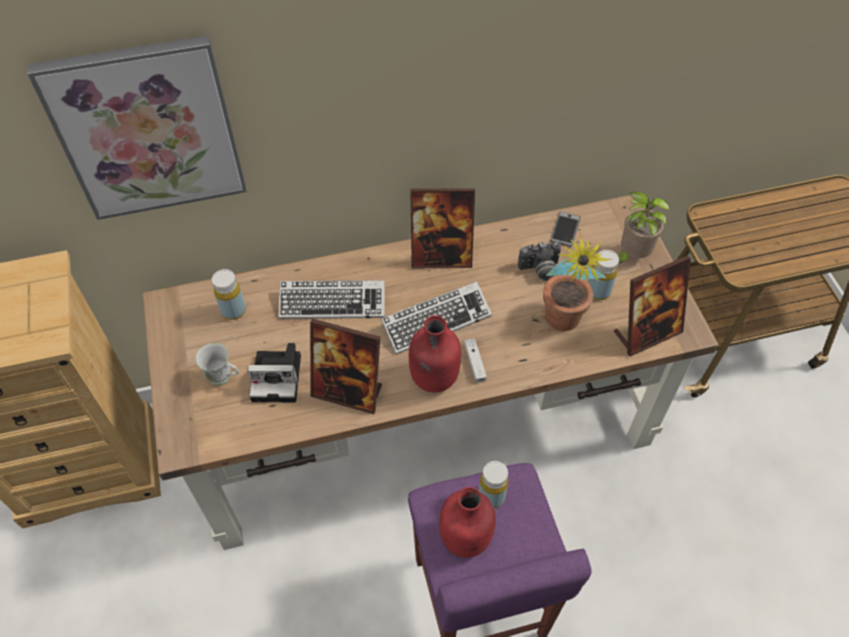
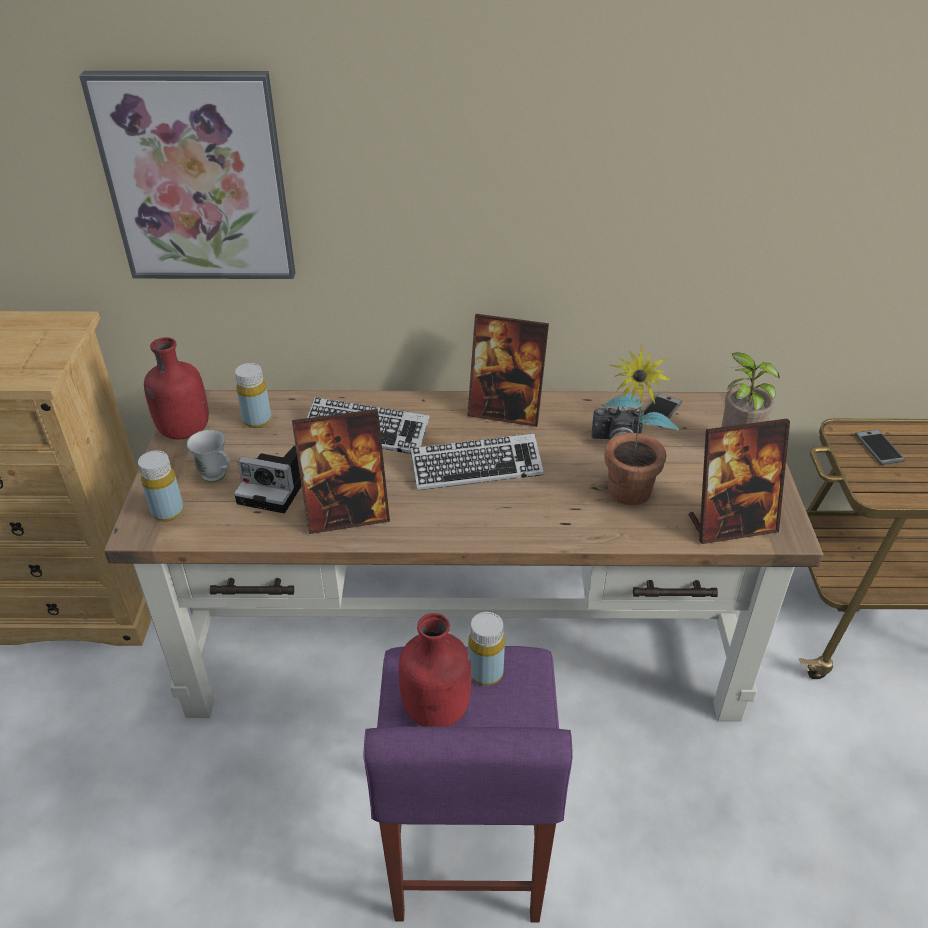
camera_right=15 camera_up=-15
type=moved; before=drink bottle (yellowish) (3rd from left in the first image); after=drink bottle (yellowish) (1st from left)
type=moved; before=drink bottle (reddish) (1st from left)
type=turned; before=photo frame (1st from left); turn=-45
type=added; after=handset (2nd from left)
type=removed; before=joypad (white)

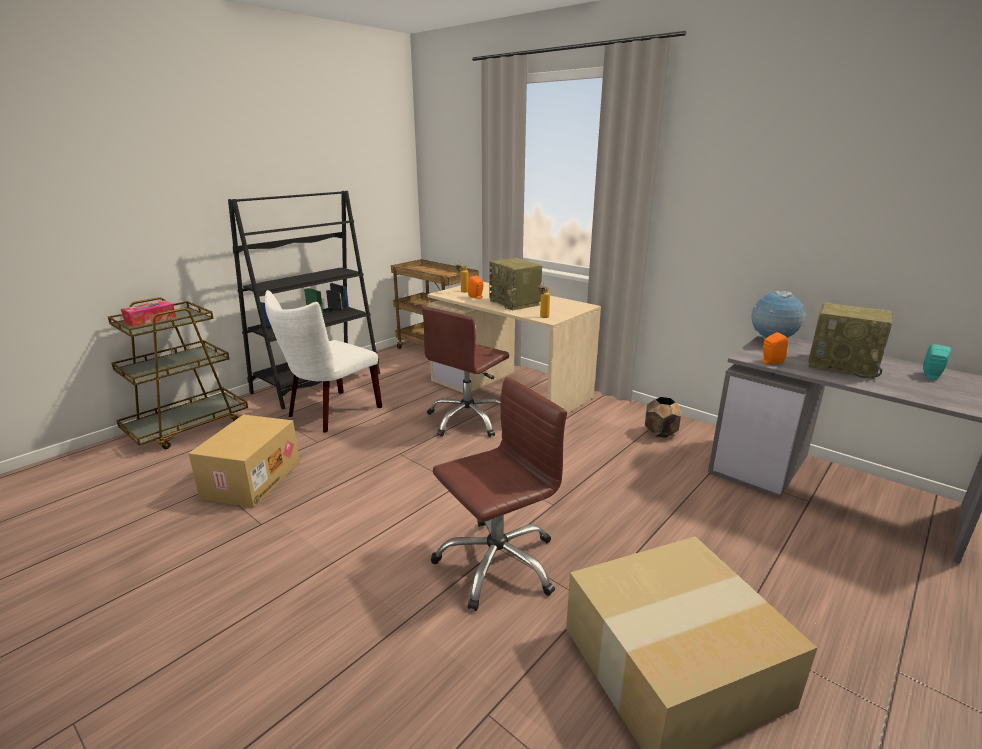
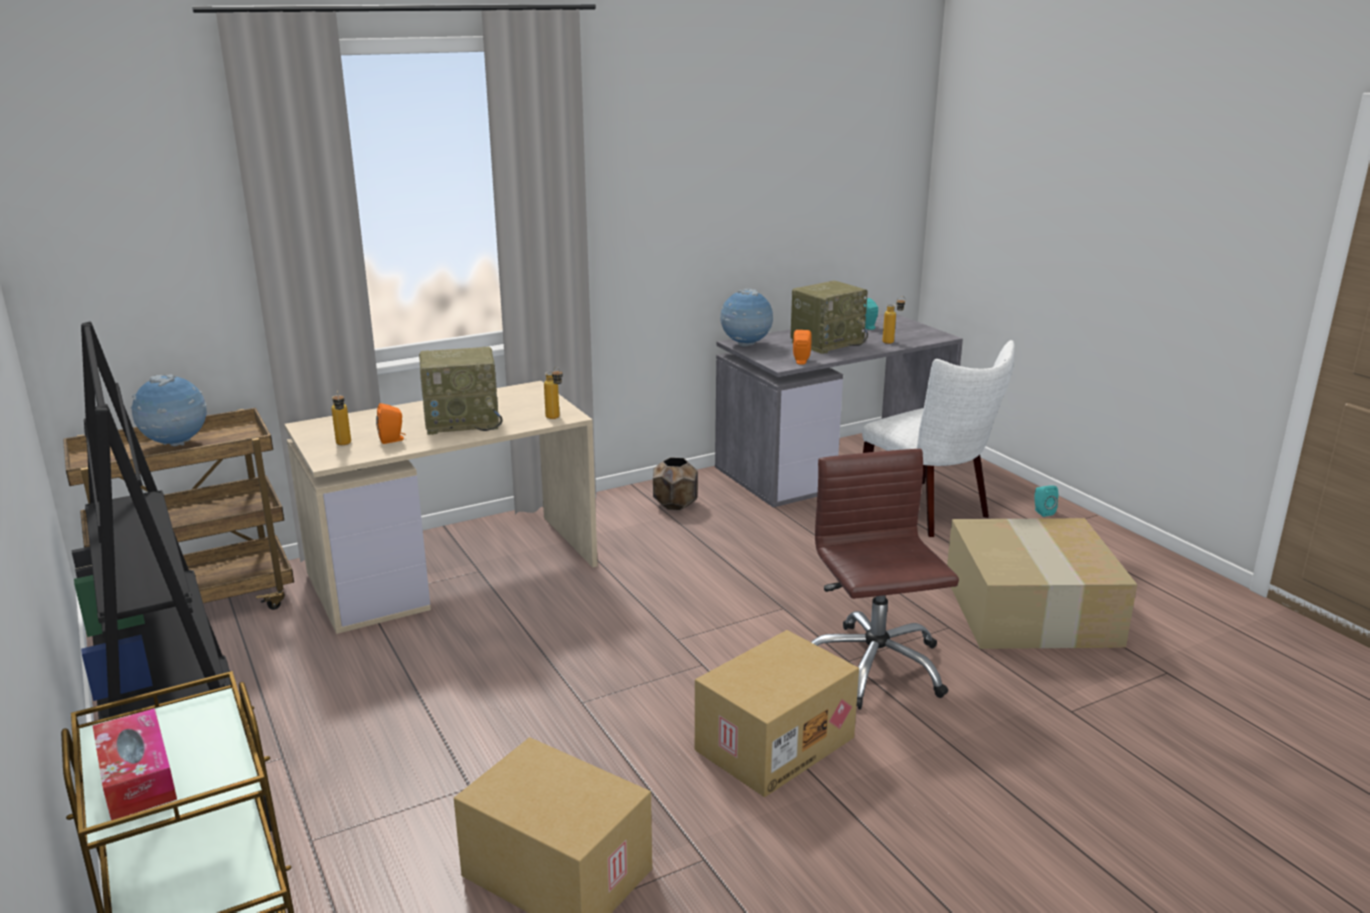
camera_right=-70 camera_up=0
type=added; after=world globe (1st from left)
type=added; after=cardboard box (2nd from left)
type=moved; before=upright chair (white)
type=added; after=drink bottle (3rd from left)
type=added; after=loudspeaker (blue-green) (2nd from left)
type=removed; before=computer chair (brown-coloured) (1st from left)

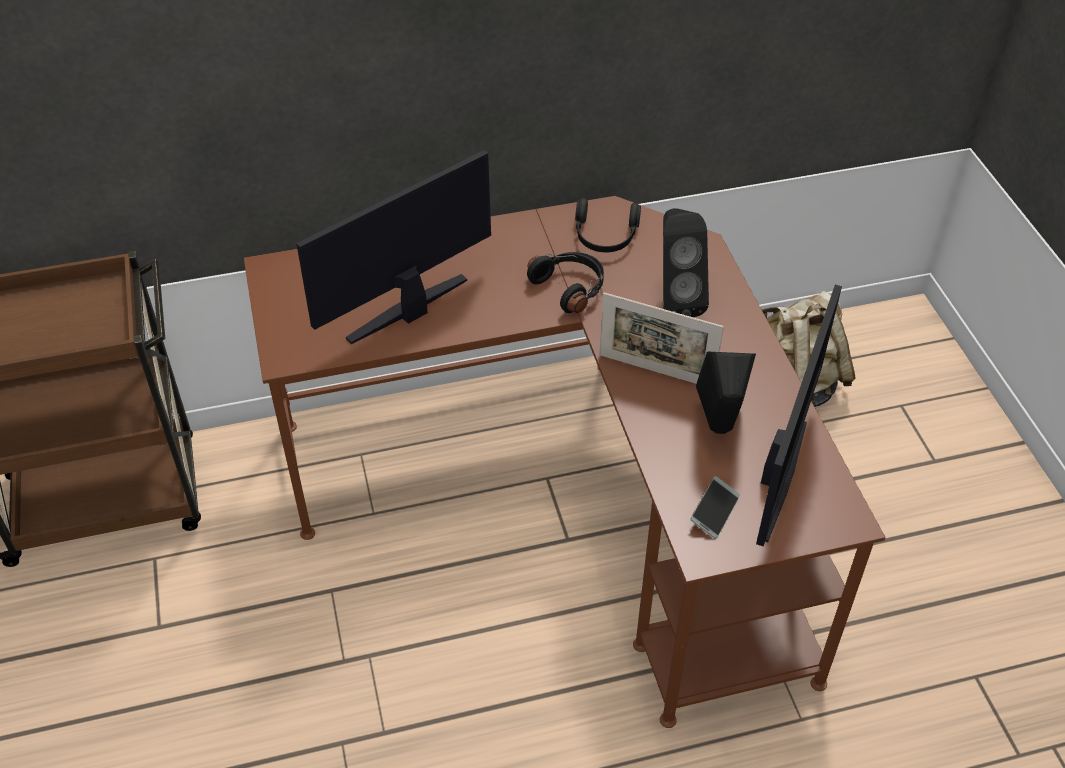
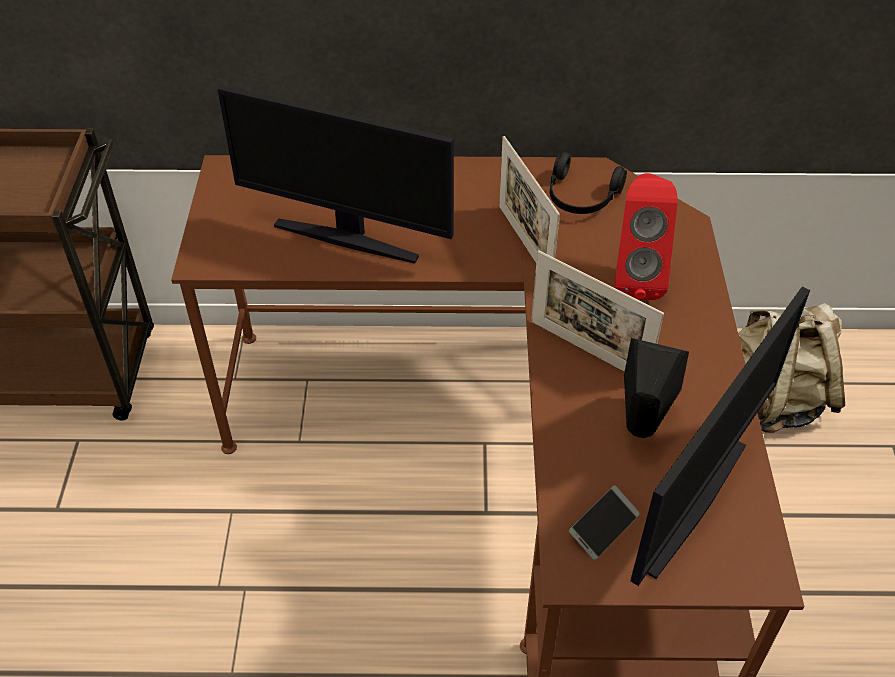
camera_right=15 camera_up=0
type=turned; before=computer display (1st from left); turn=-135
type=replaced; before=headset (black-coloured) (1st from left); after=photo frame (1st from left)
type=recoloured; before=loudspeaker (black-coloured) (1st from left); after=loudspeaker (reddish)

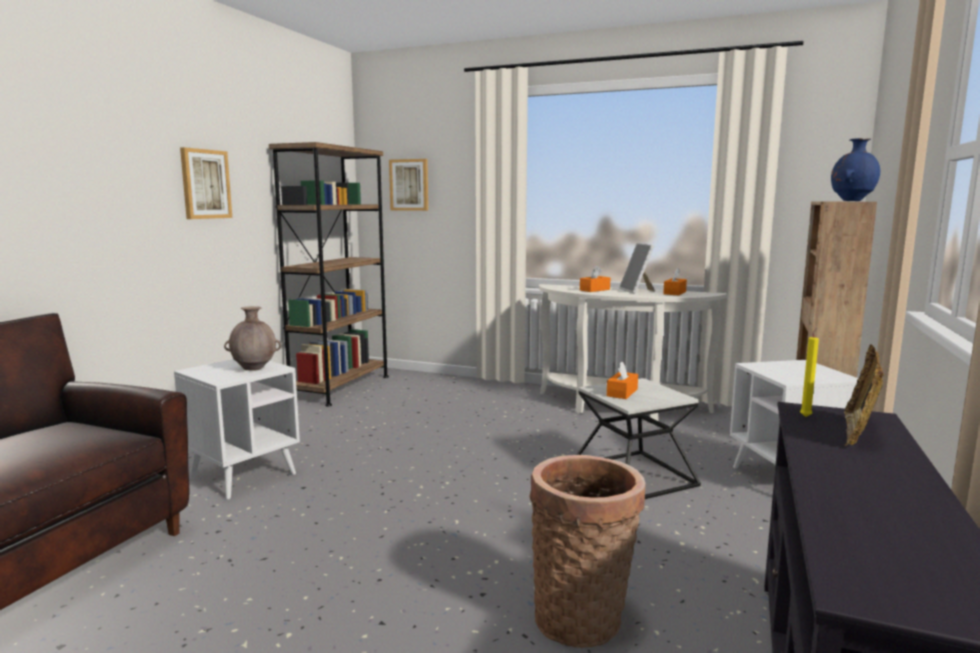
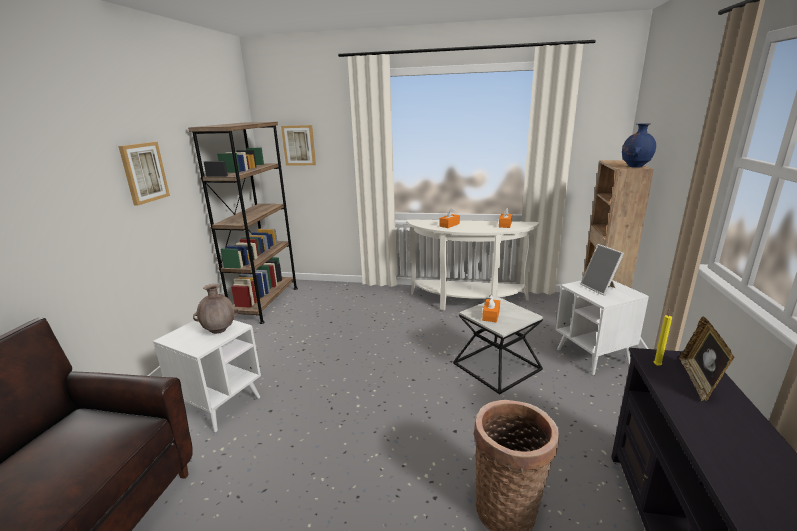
camera_right=-10 camera_up=10
type=moved; before=photo frame (1st from left)

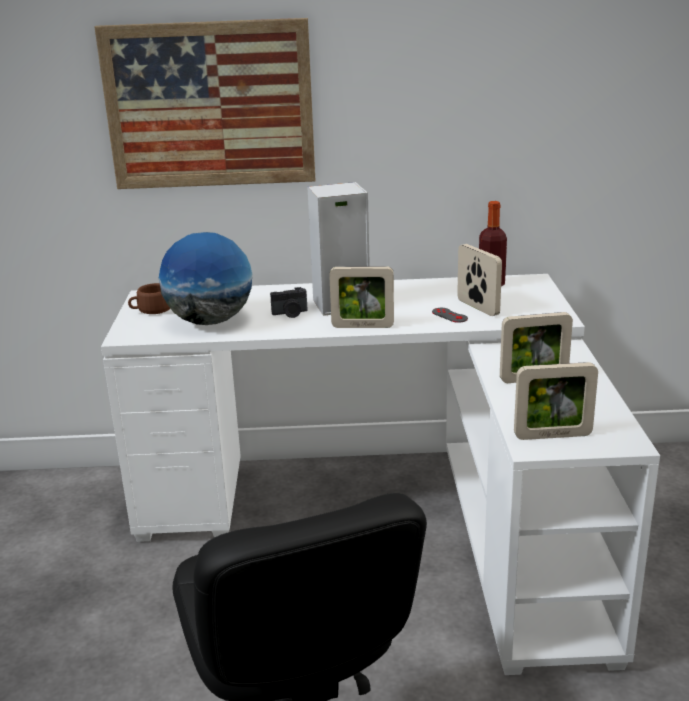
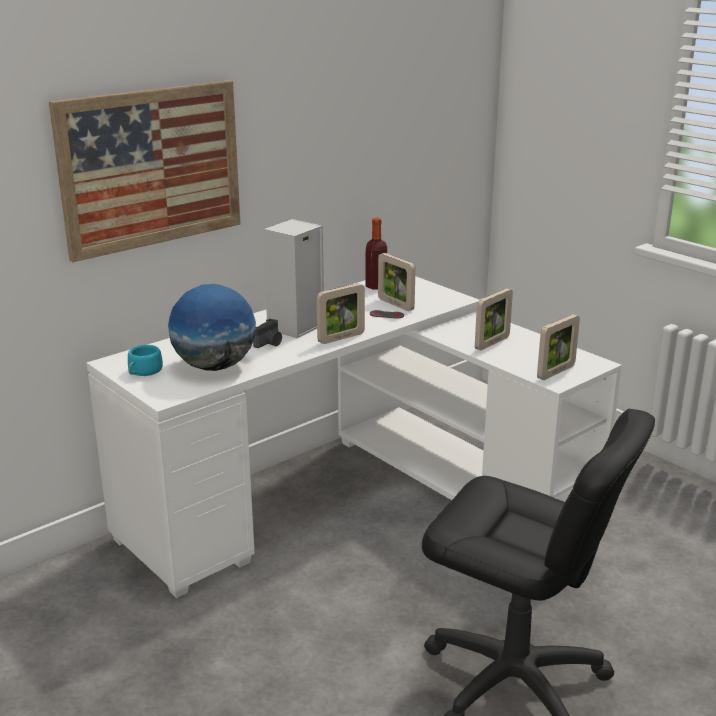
camera_right=-40 camera_up=0
type=recoloured; before=drinking cup (brown-coloured); after=drinking cup (blue-green)
type=turned; before=photo frame (2nd from left); turn=-150

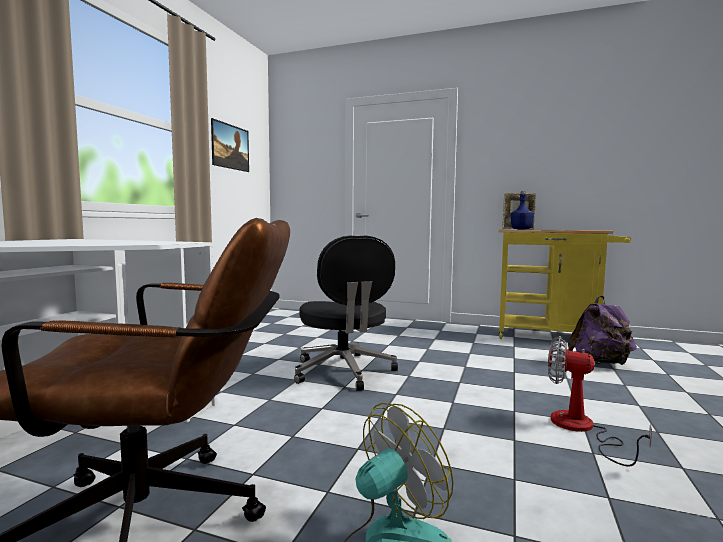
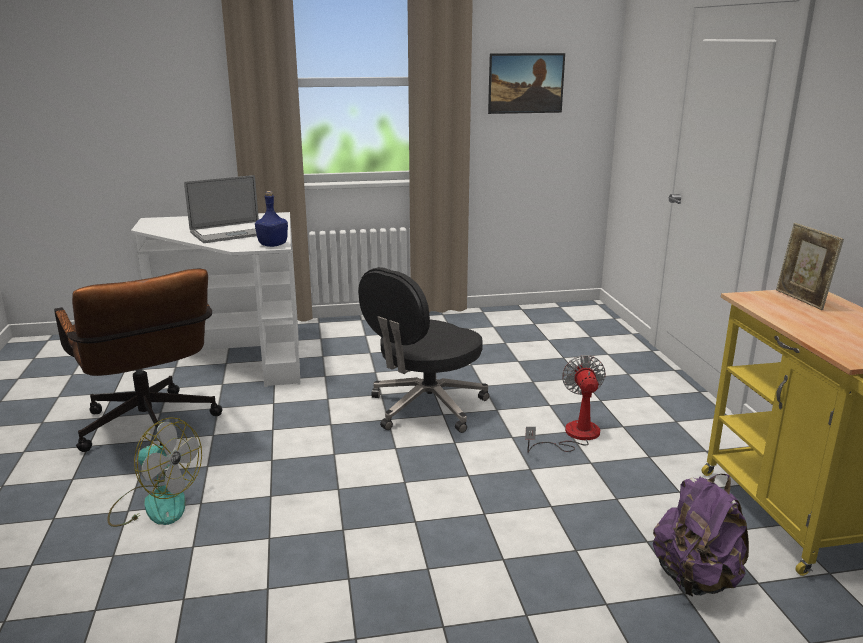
camera_right=60 camera_up=15
type=added; after=portable computer
type=moved; before=drink bottle (bluish)
type=moved; before=cooling fan (2nd from left)

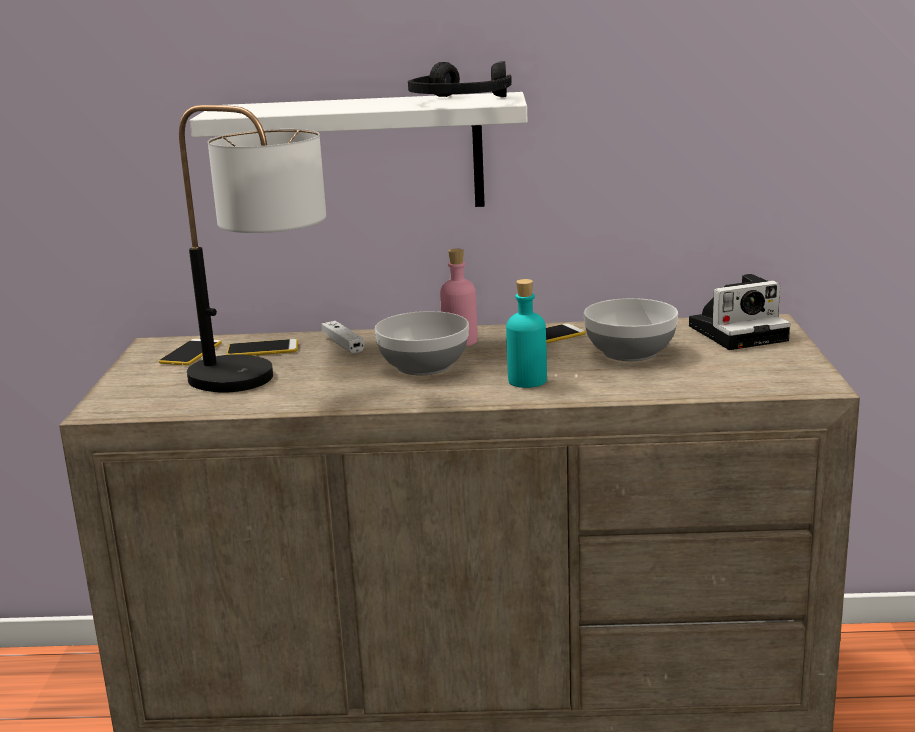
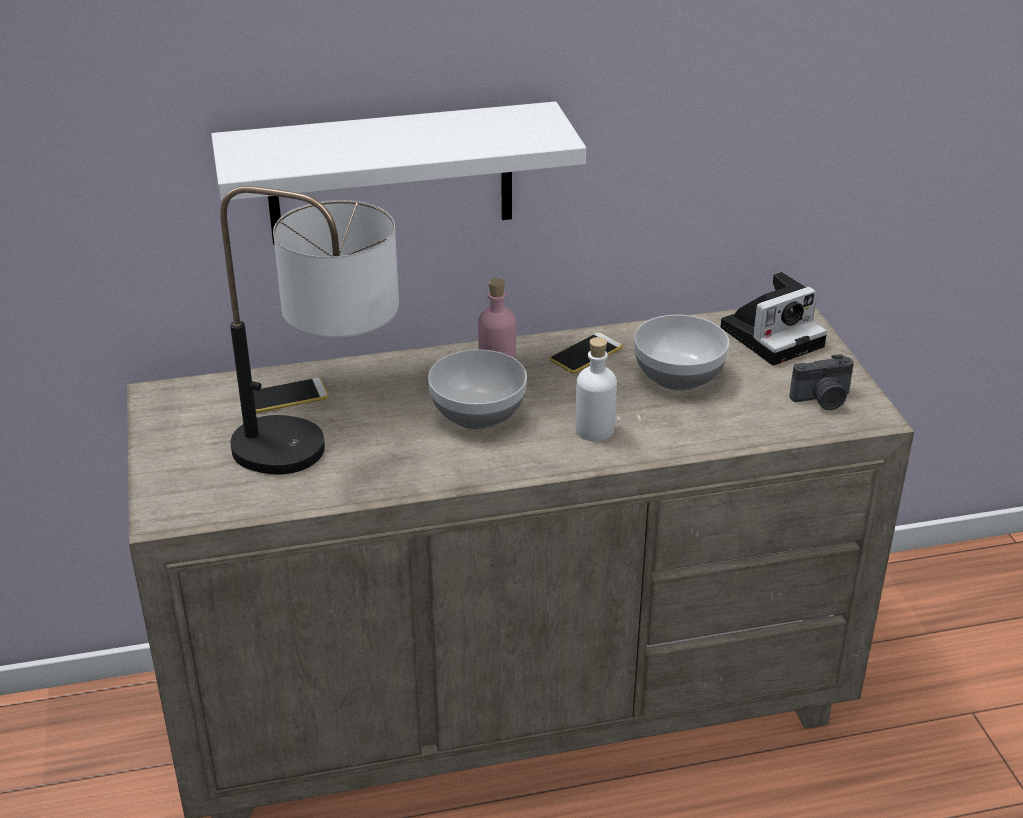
camera_right=-15 camera_up=15
type=recoloured; before=drink bottle (blue-green); after=drink bottle (white)
type=added; after=photo camera (2nd from left)
type=removed; before=handset (1st from left)
type=removed; before=joypad (white)
type=removed; before=headset (black-coloured)

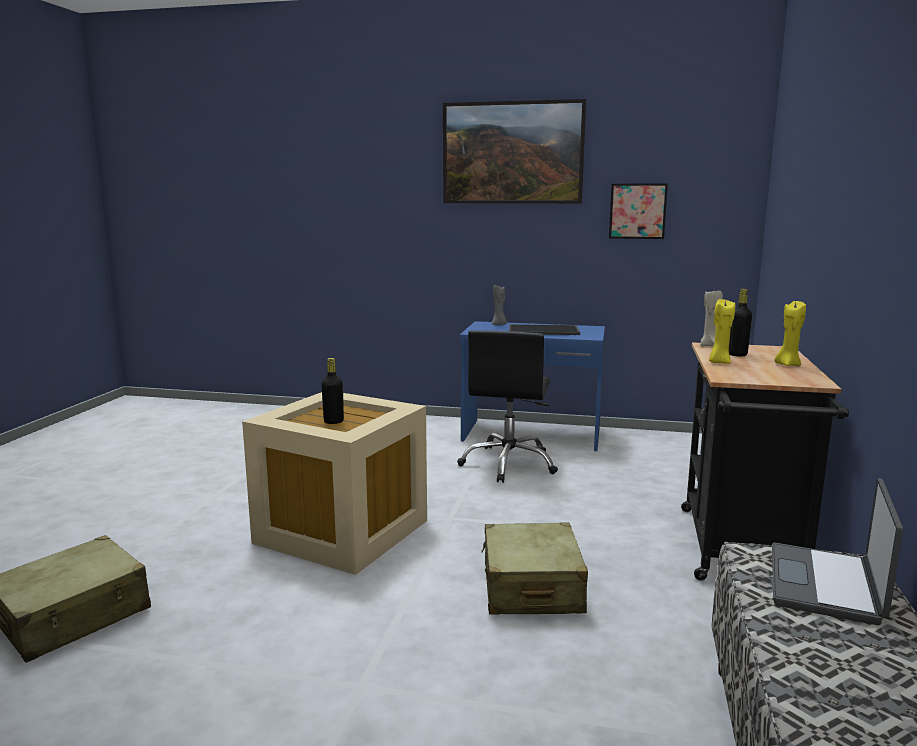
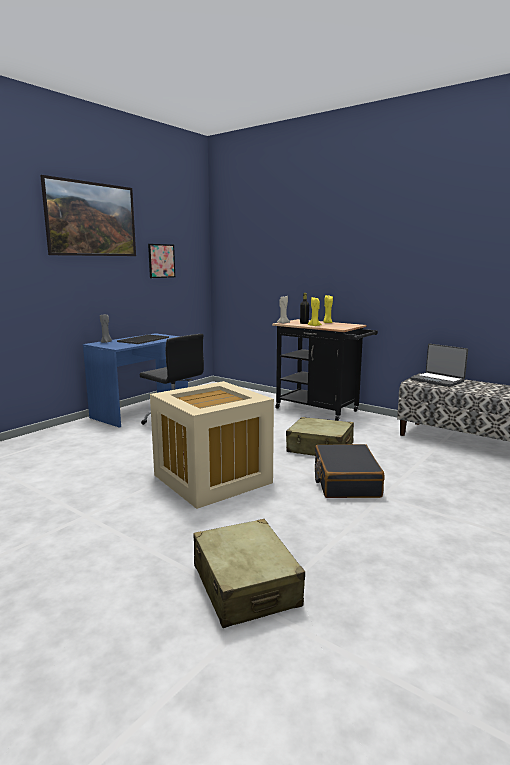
camera_right=-65 camera_up=0
type=added; after=travel case (black-coloured)
type=removed; before=drink bottle (black-coloured) (1st from left)

